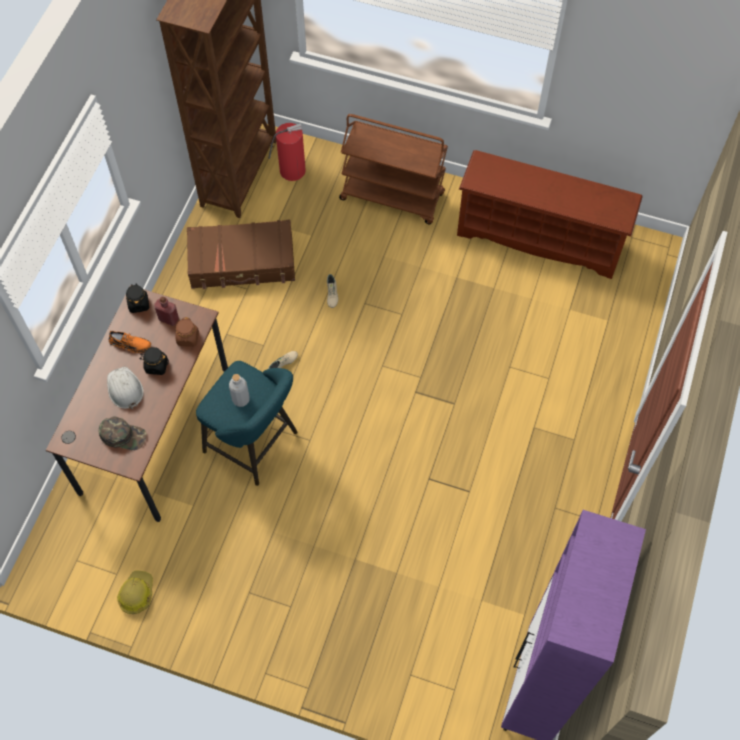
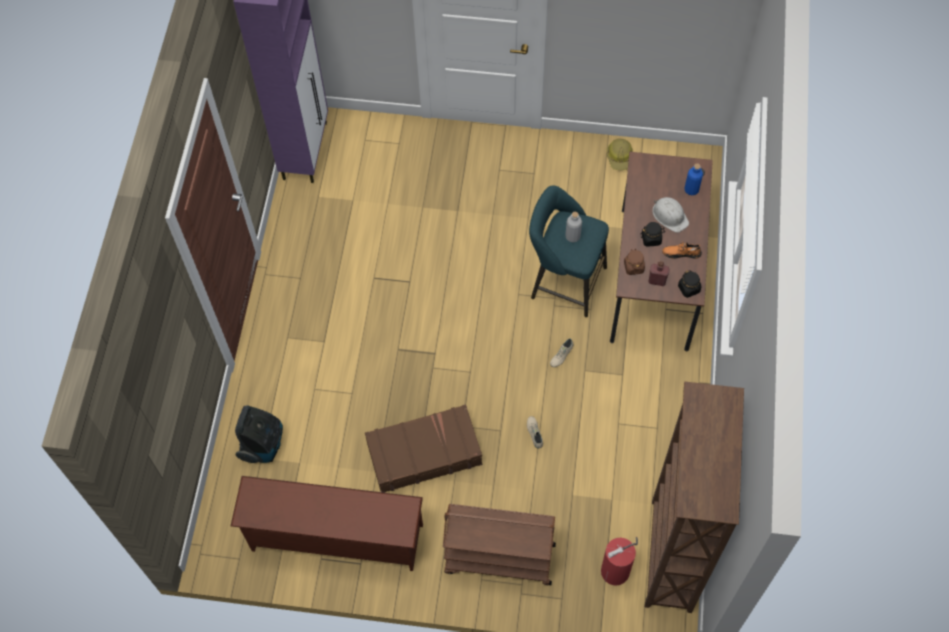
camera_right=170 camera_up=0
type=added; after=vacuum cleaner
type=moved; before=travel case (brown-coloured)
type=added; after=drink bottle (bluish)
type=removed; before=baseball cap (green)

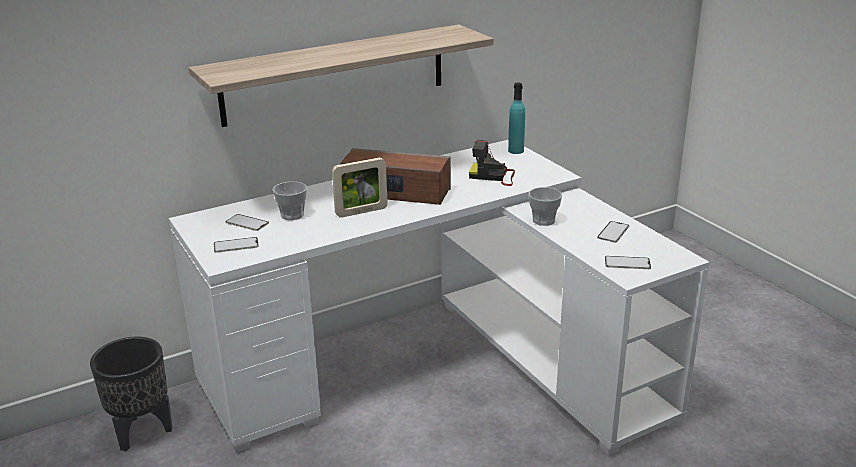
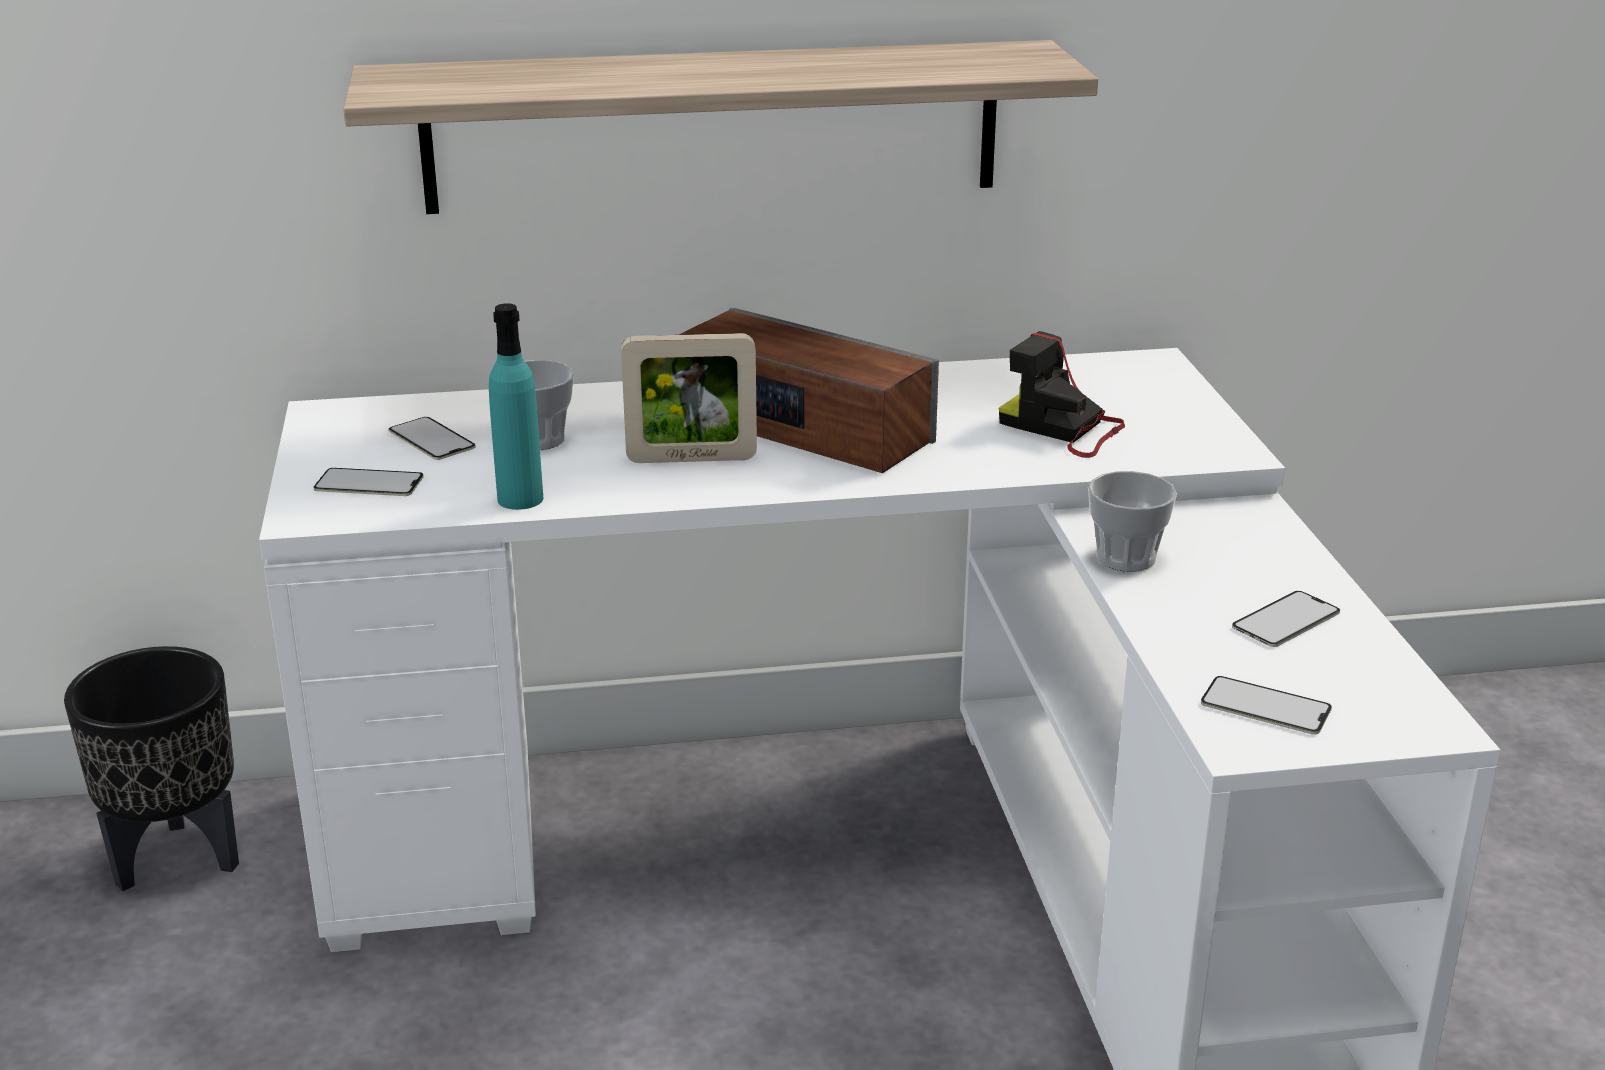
camera_right=20 camera_up=0
type=moved; before=drink bottle (blue-green)

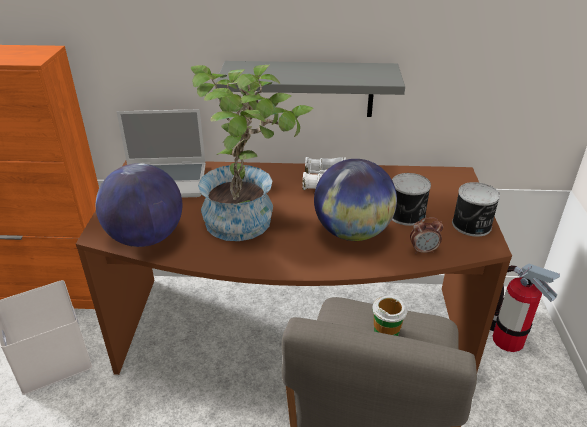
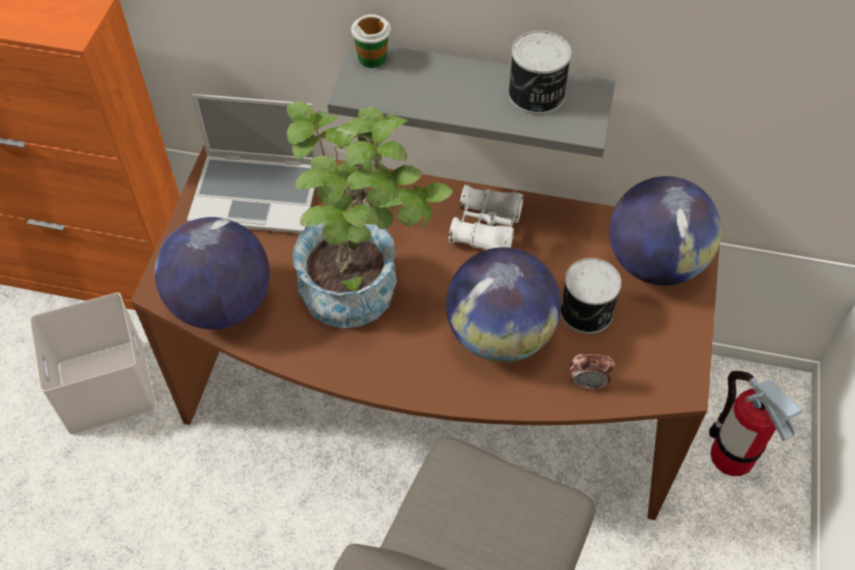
camera_right=10 camera_up=20
type=moved; before=drinking cup
type=moved; before=sealed can (2nd from left in the first image); after=sealed can (1st from left)
type=added; after=world globe (3rd from left)

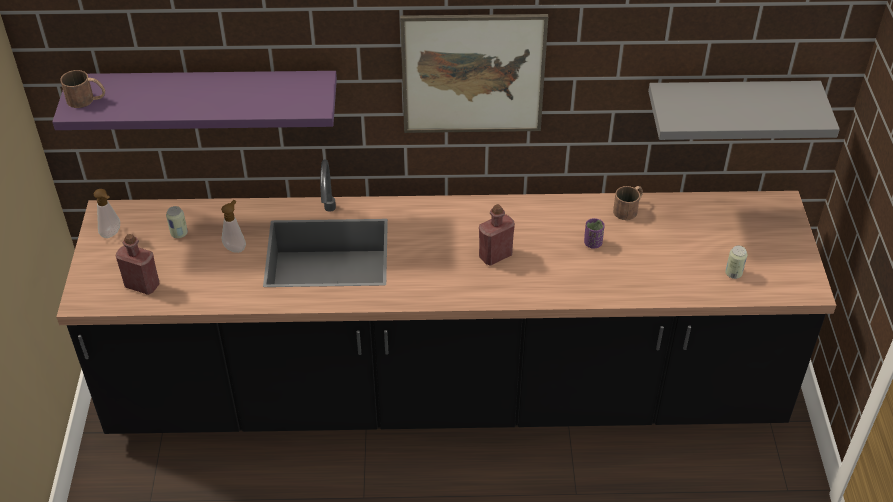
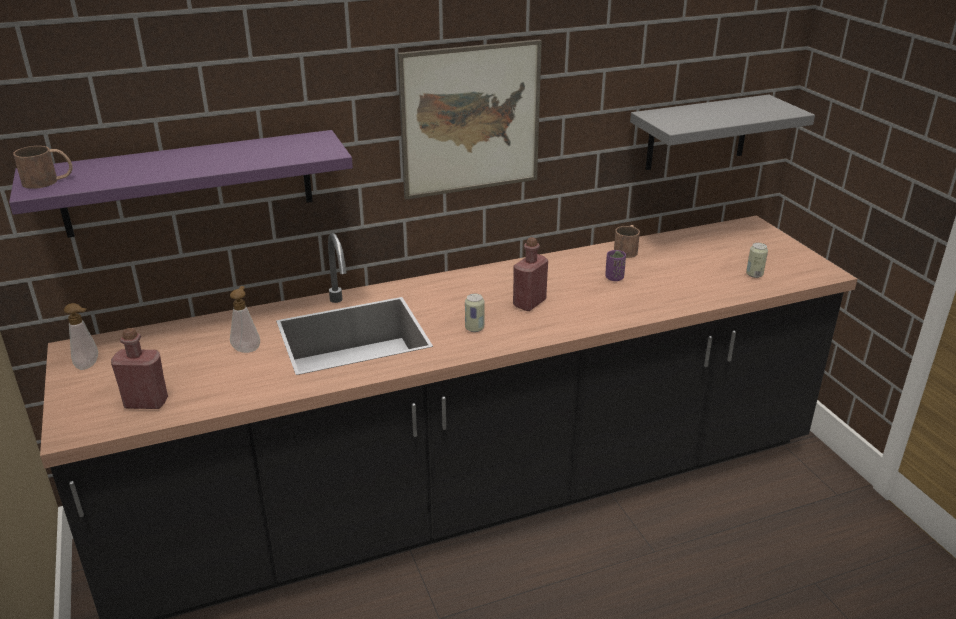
camera_right=-20 camera_up=-15
type=moved; before=sealed can (1st from left)

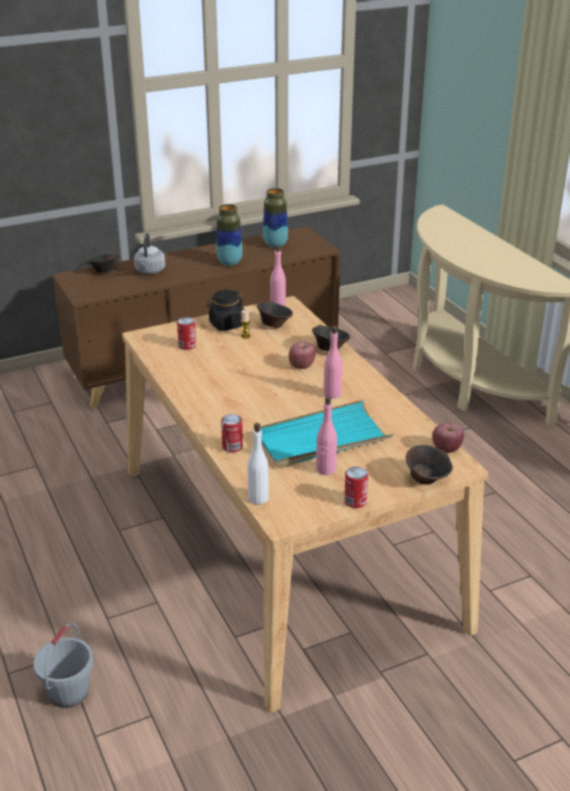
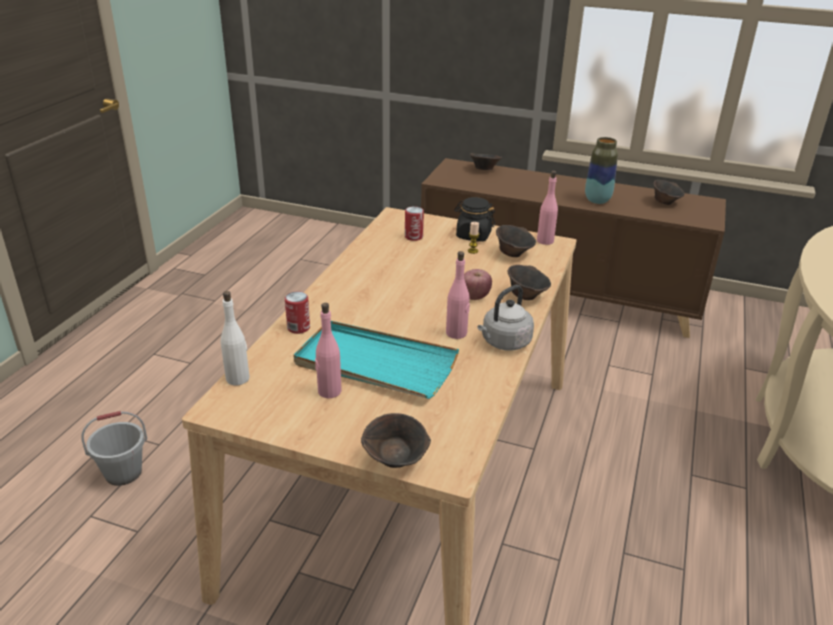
camera_right=45 camera_up=0
type=moved; before=kettle (greyish)
type=replaced; before=vase (2nd from left); after=serving bowl (brown-coloured) (5th from left)
type=removed; before=sealed can (3rd from left)
type=removed; before=whole apple (2nd from left)

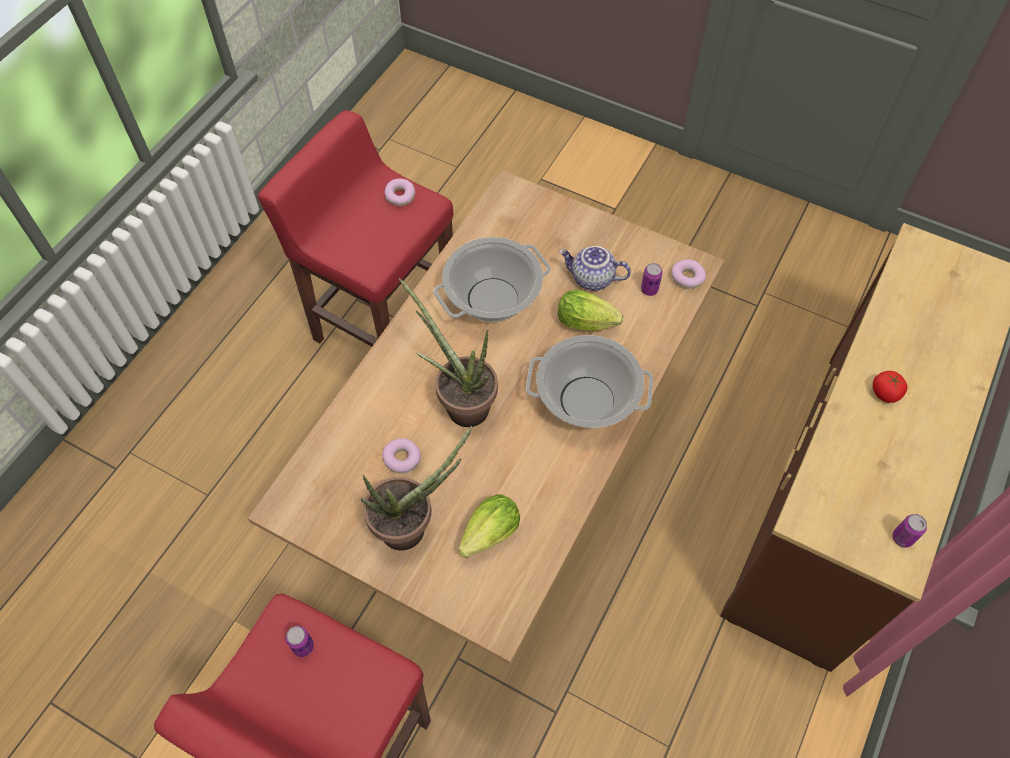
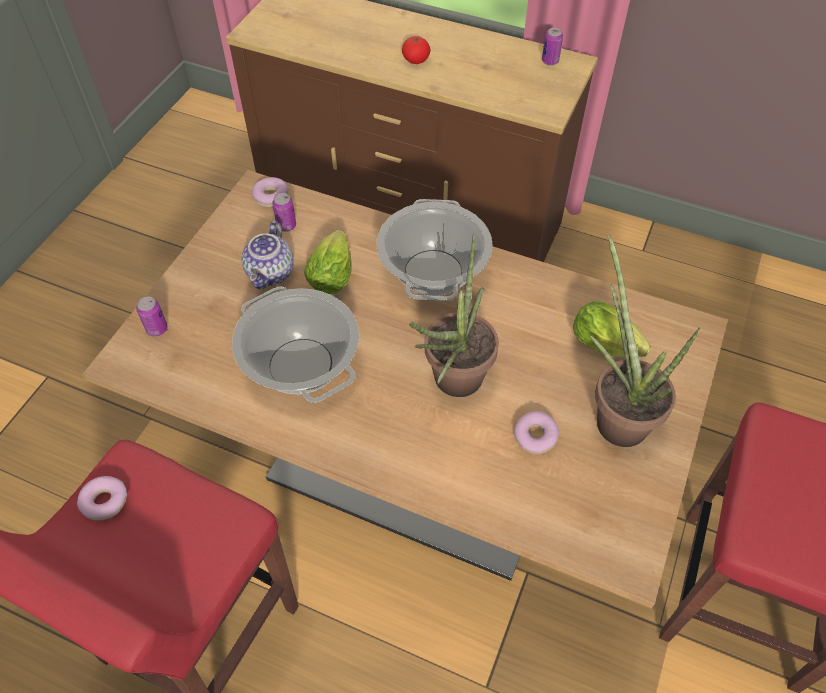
camera_right=-95 camera_up=-5
type=moved; before=sealed can (1st from left)

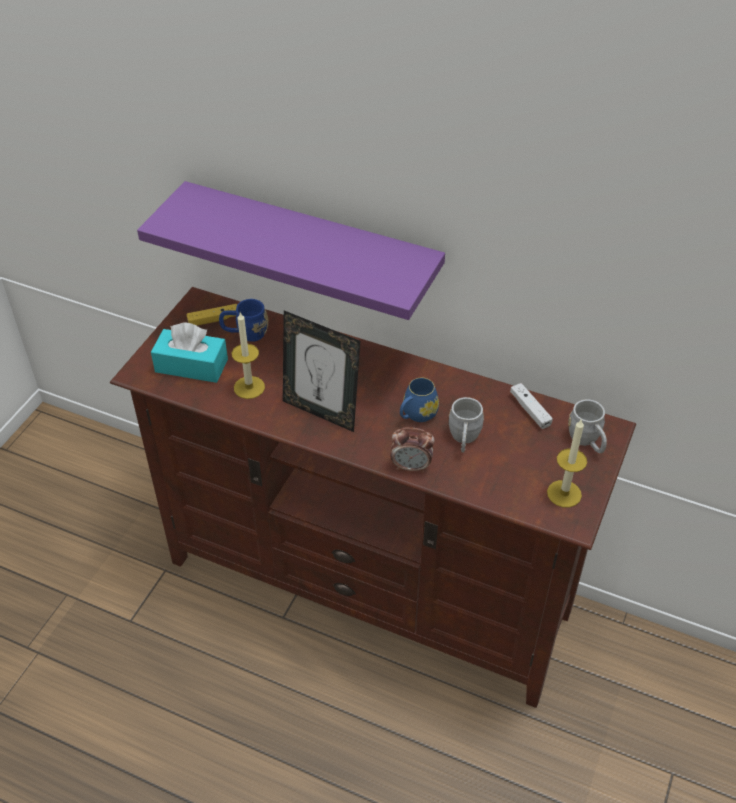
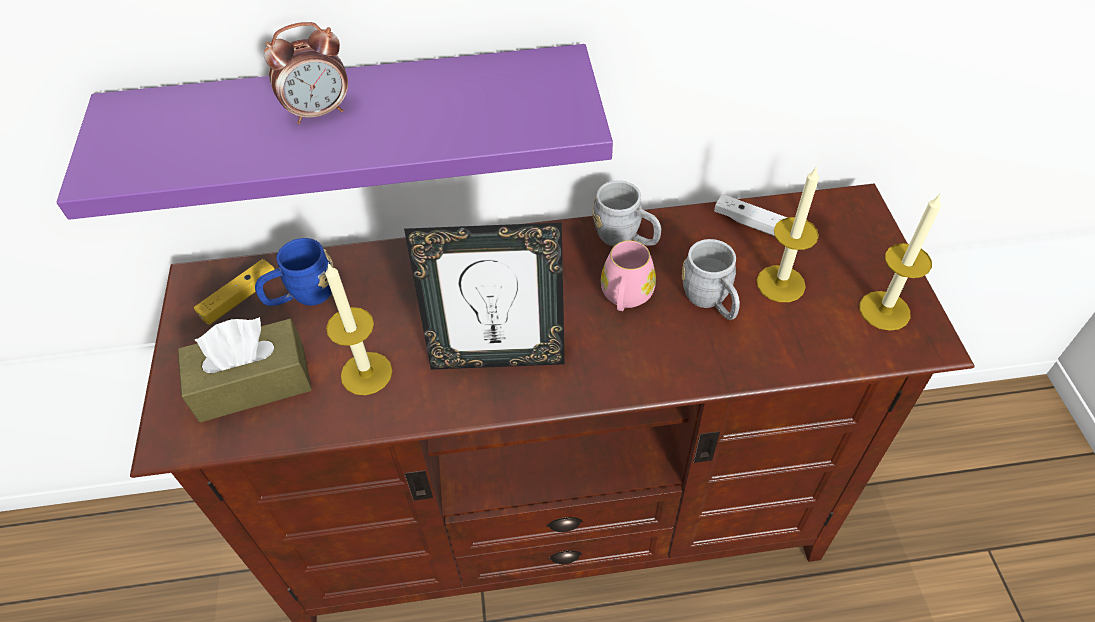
camera_right=-30 camera_up=5
type=recoloured; before=box of tissues (blue-green); after=box of tissues (brown-coloured)
type=moved; before=alarm clock
type=moved; before=coffee mug (greyish) (2nd from left in the first image); after=coffee mug (greyish) (1st from left)
type=recoloured; before=coffee mug (bluish) (2nd from left); after=coffee mug (pinkish)
type=added; after=wax light (2nd from left)

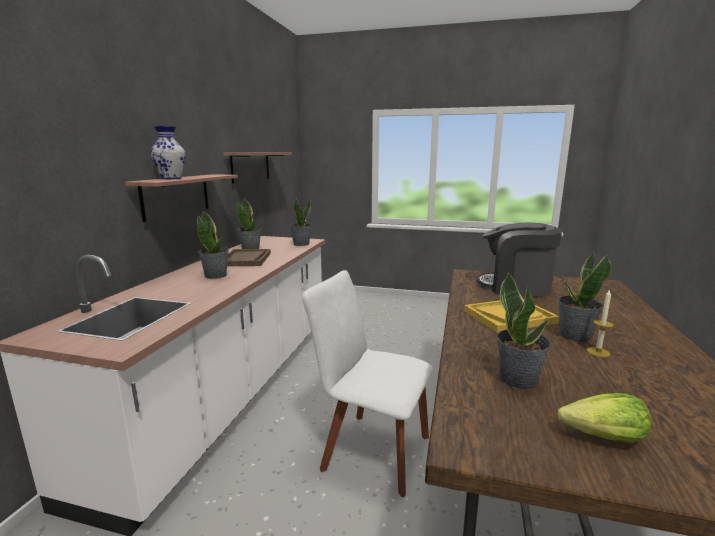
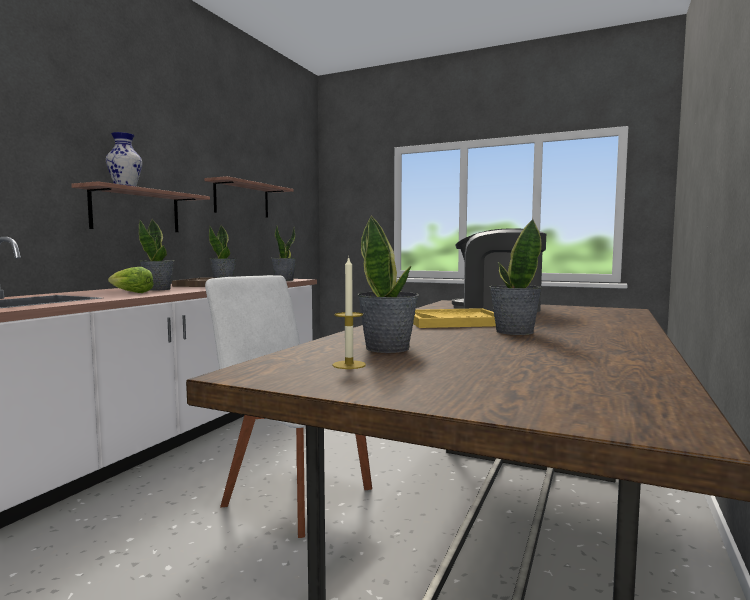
camera_right=10 camera_up=-10
type=moved; before=lettuce
type=moved; before=wax light

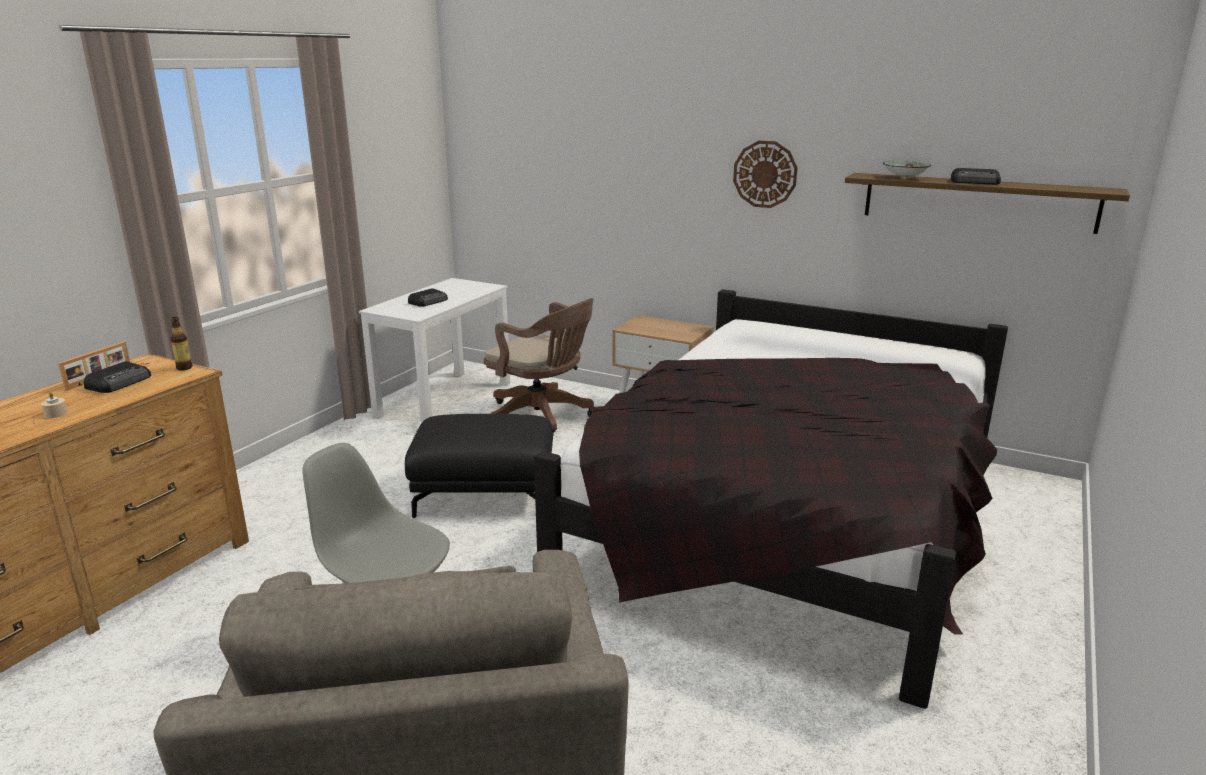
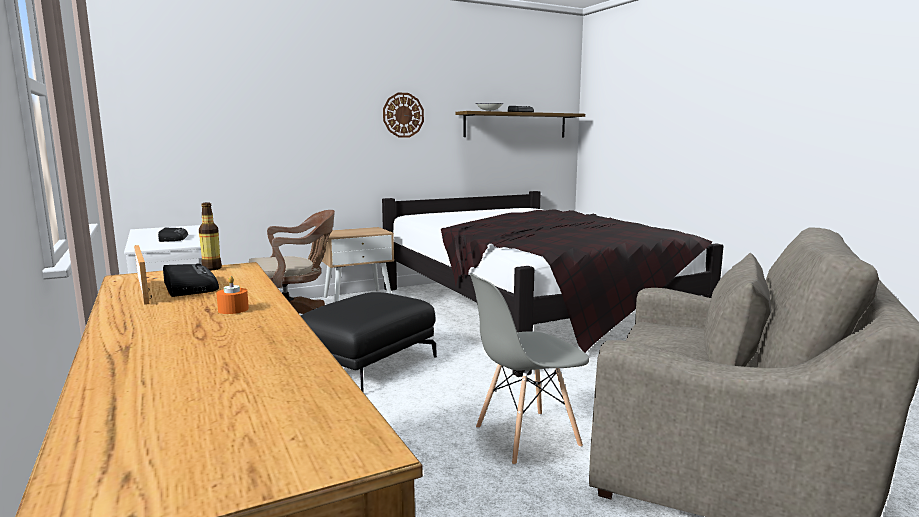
camera_right=-55 camera_up=-10
type=recoloured; before=wax light (beige-coloured); after=wax light (orangey)

